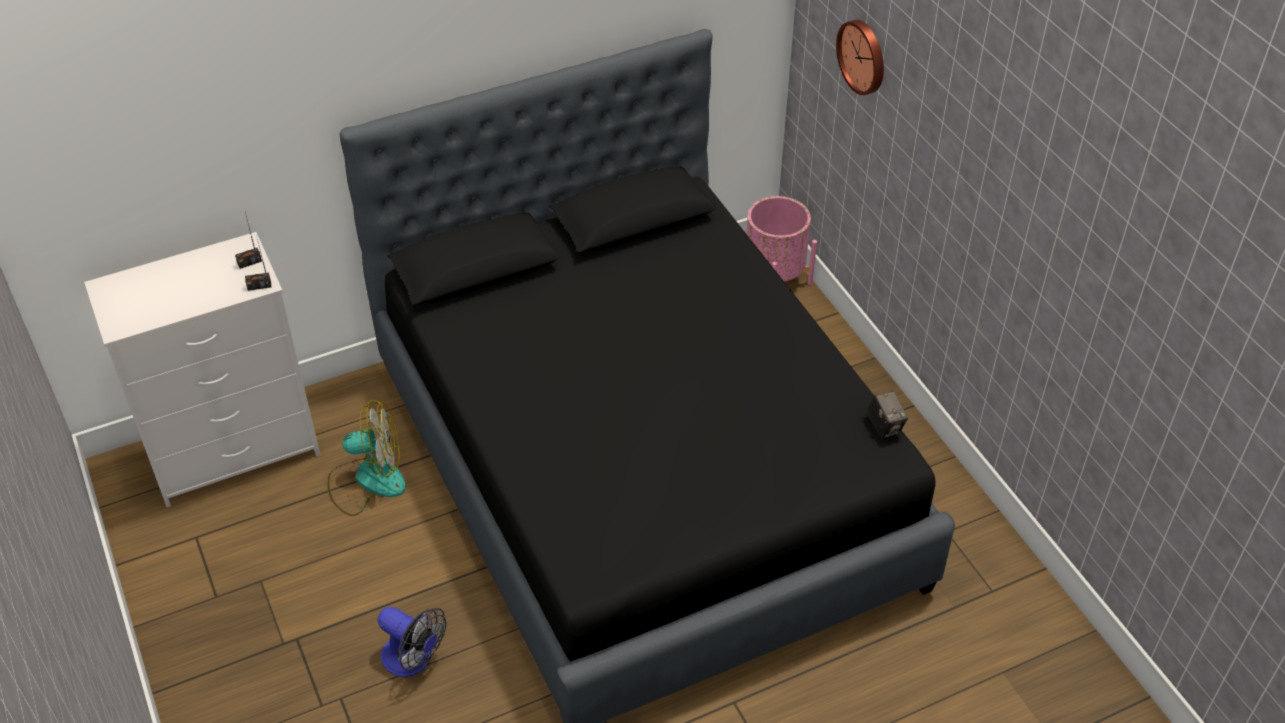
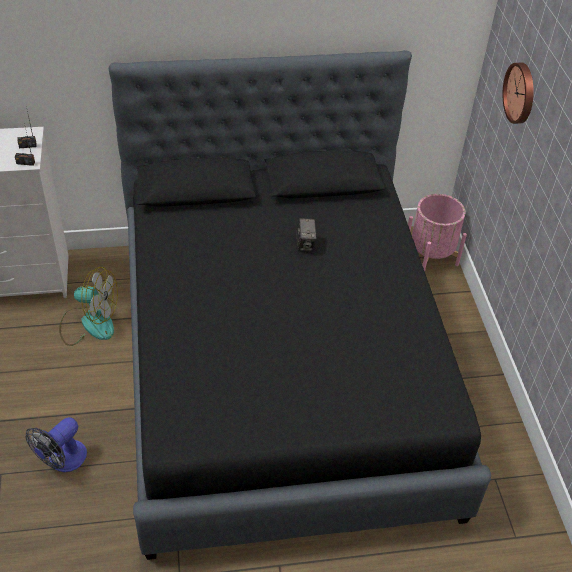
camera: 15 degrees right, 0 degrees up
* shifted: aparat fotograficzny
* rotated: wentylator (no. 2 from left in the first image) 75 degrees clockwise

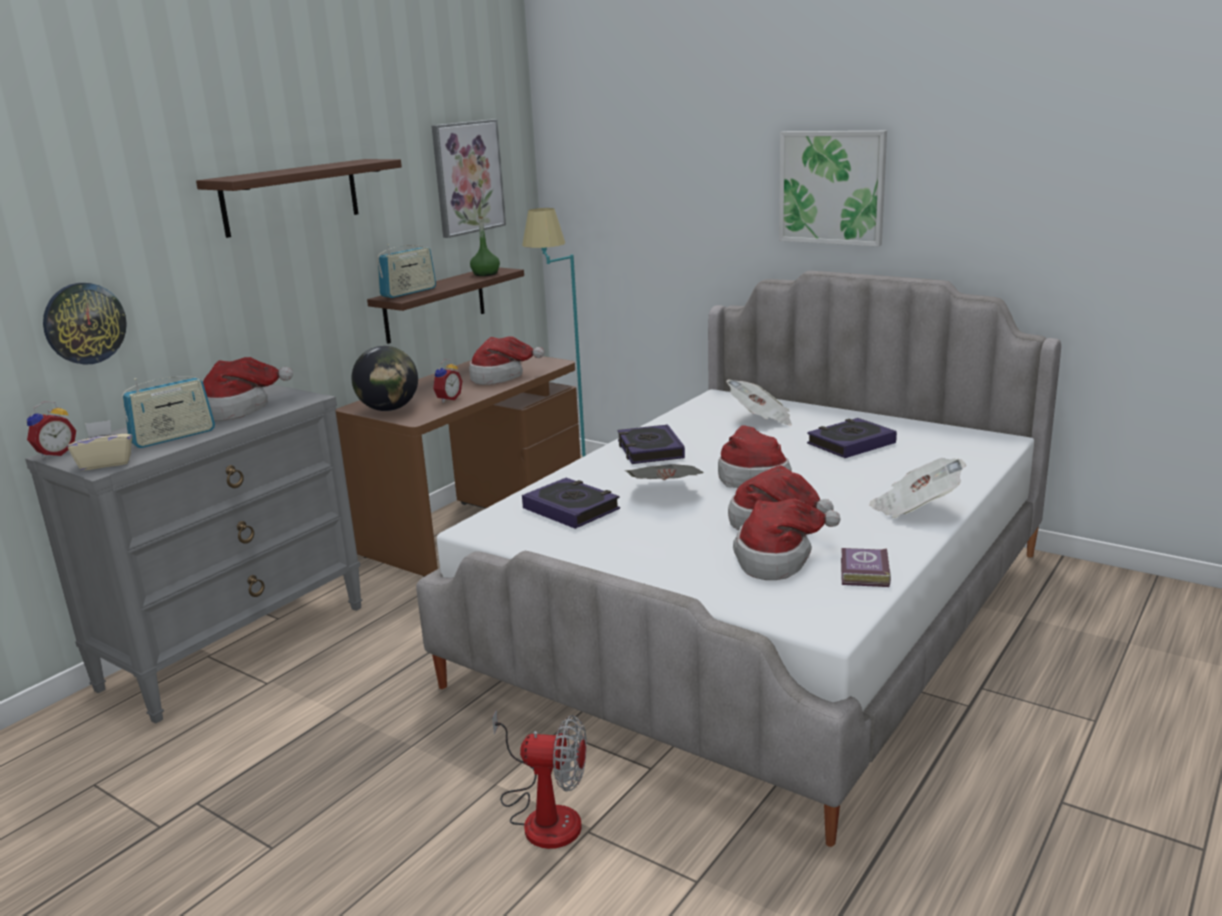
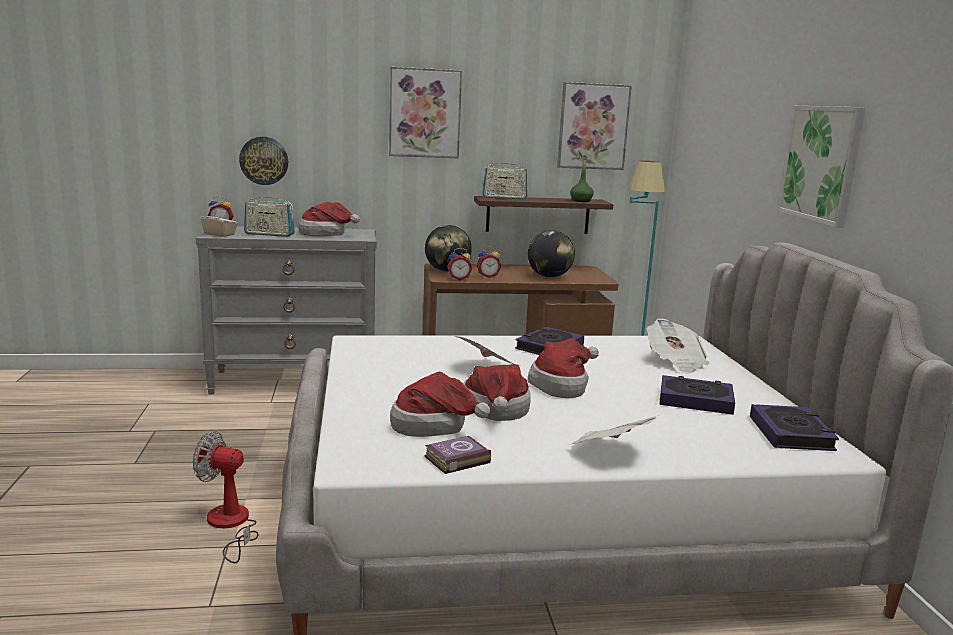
camera: 45 degrees right, 5 degrees down
* swapped: półka (no. 1 from left) to obraz (no. 1 from left)
* swapped: kapelusz (no. 2 from left) to globus (no. 2 from left)
* shifted: książka (no. 1 from left in the first image) to książka (no. 4 from left)
* rotated: wentylator 135 degrees clockwise
* new: budzik (no. 2 from left)

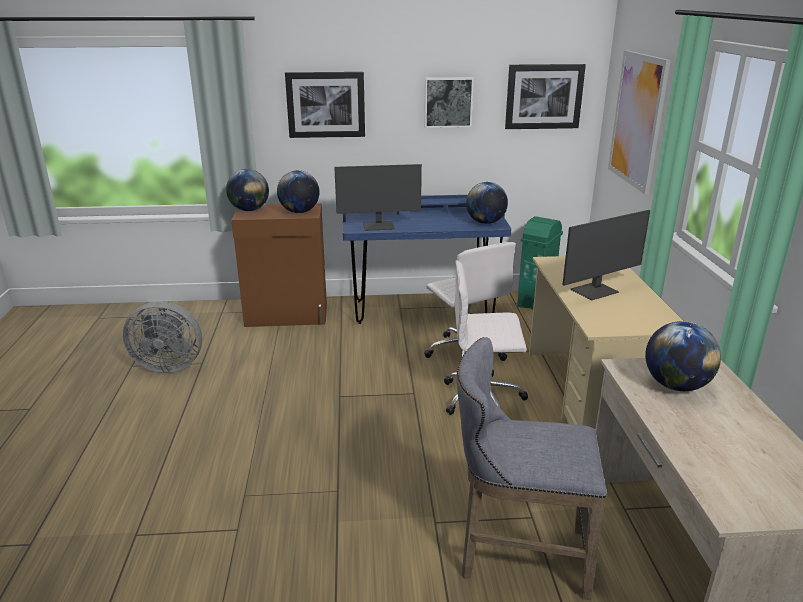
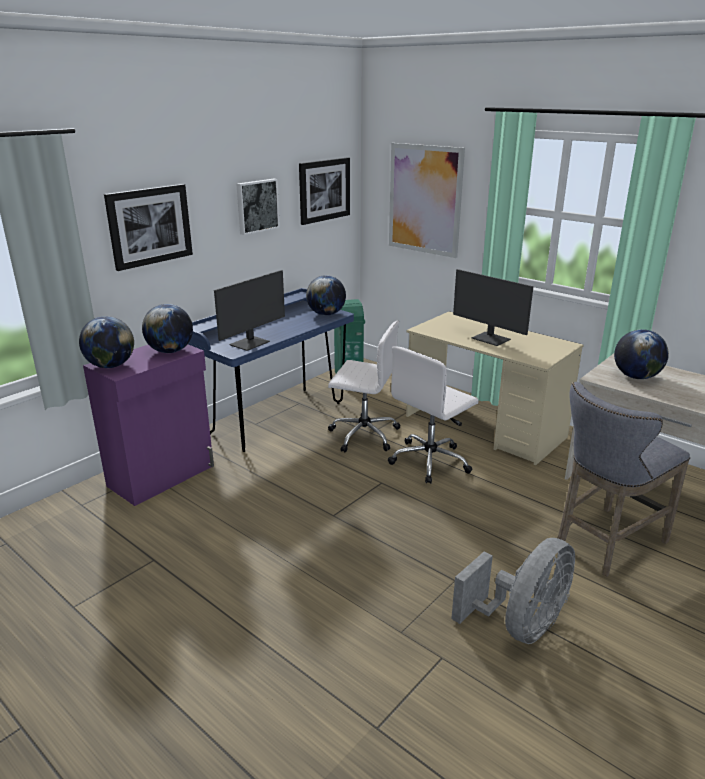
camera: 45 degrees left, 0 degrees up
* repainted: szafka/brązowy to szafka/fioletowy
* rotated: monitor (no. 2 from left) 120 degrees clockwise
* shifted: wentylator/szary

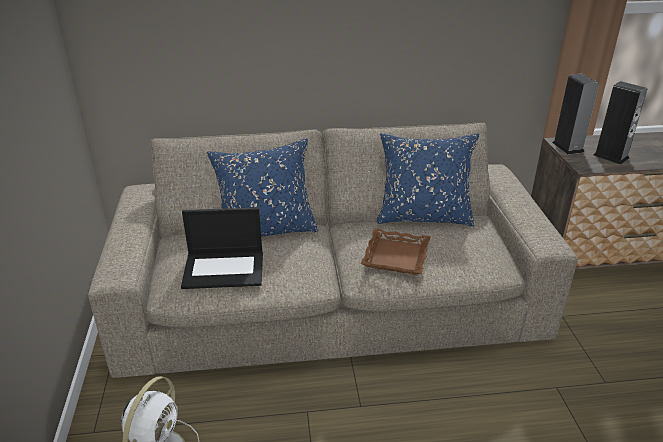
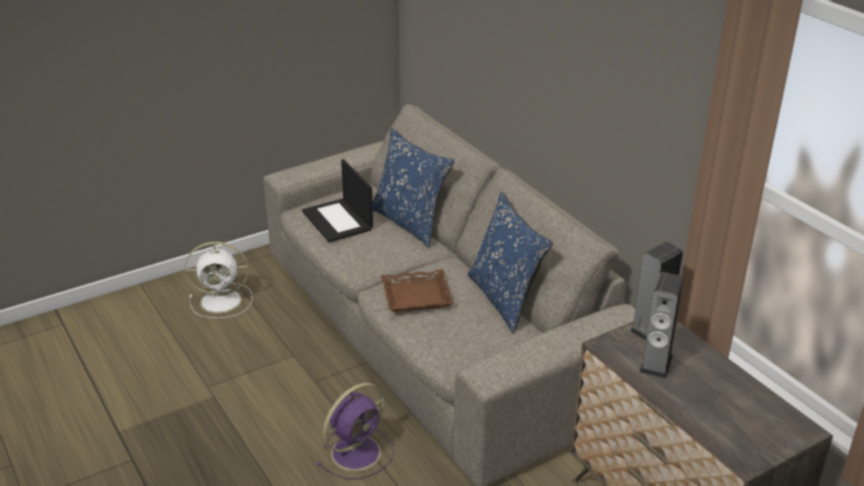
camera: 65 degrees right, 0 degrees up
* new: wentylator/fioletowy

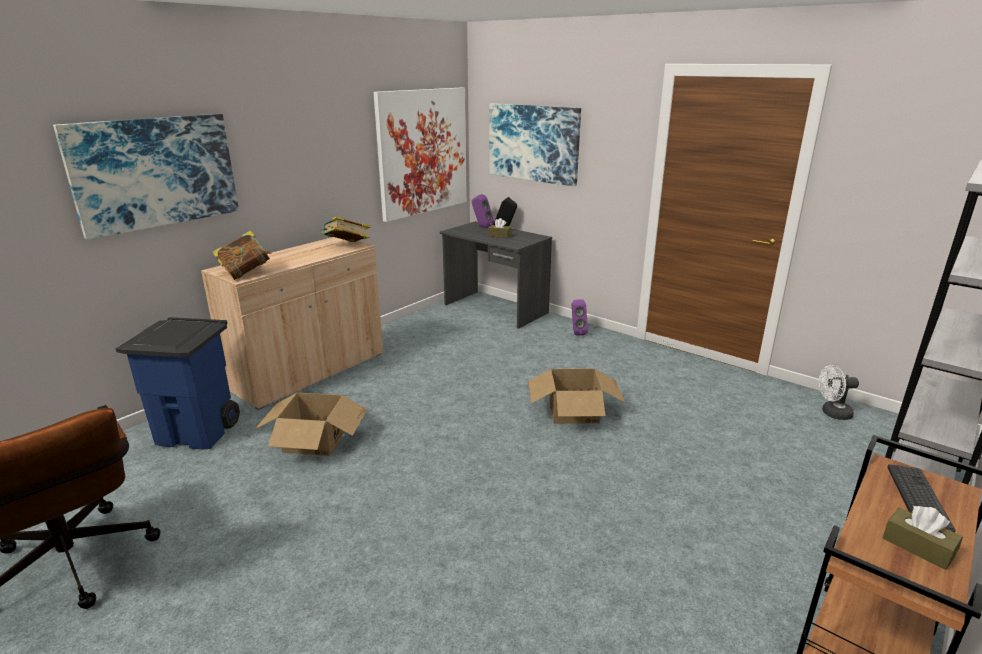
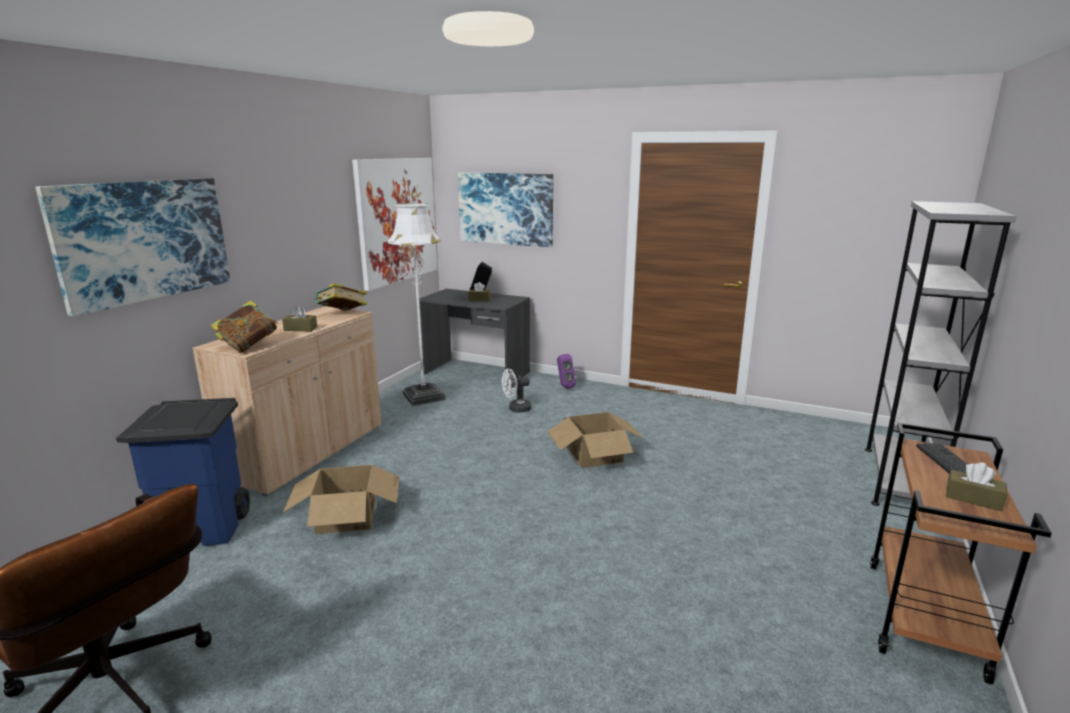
camera: 15 degrees left, 5 degrees down
* gone: głośnik/fioletowy (no. 1 from left)
* shifted: wentylator/biały
* new: lampa stojąca/biały
* new: pudełko chusteczek/brązowy (no. 1 from left)

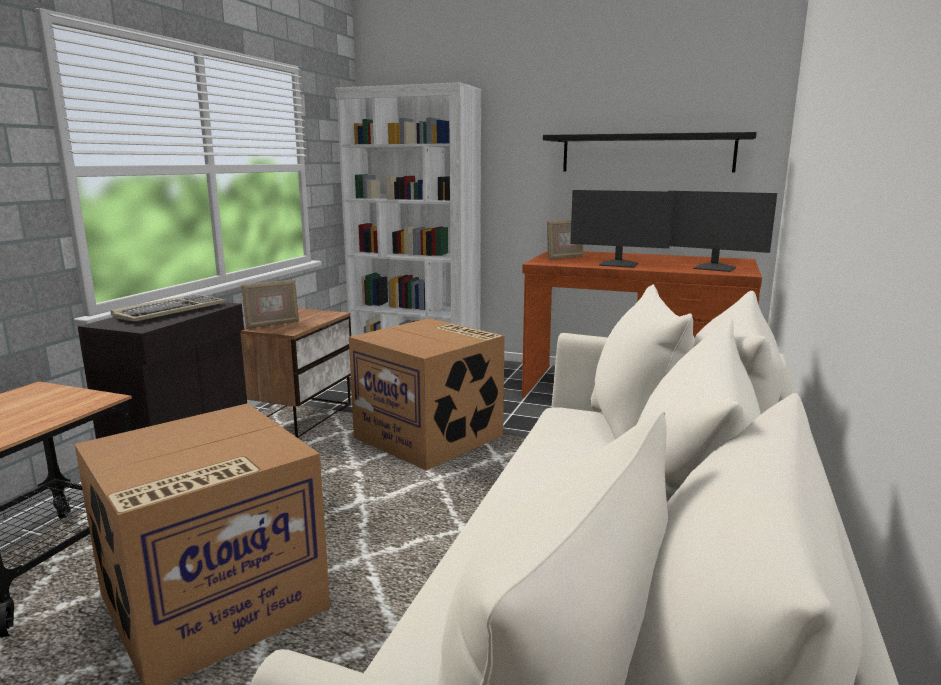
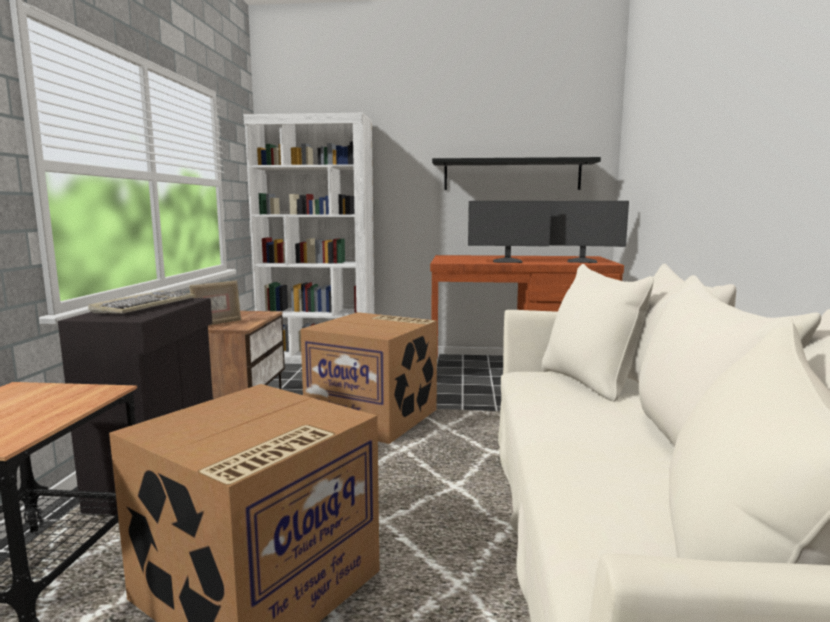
camera: 15 degrees left, 5 degrees down
* gone: ramka na zdjęcie (no. 2 from left)

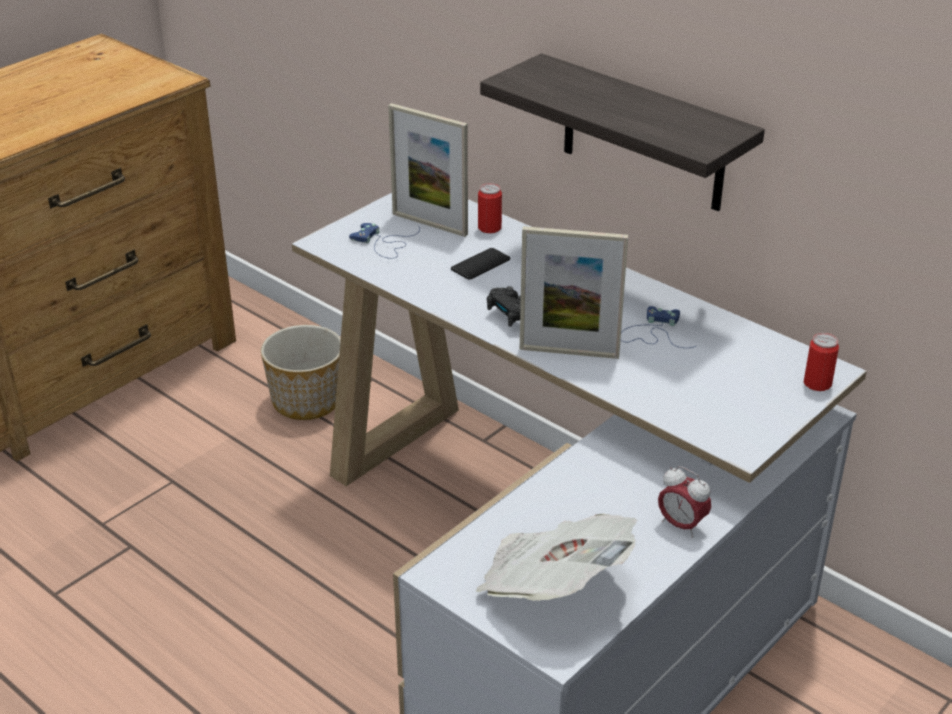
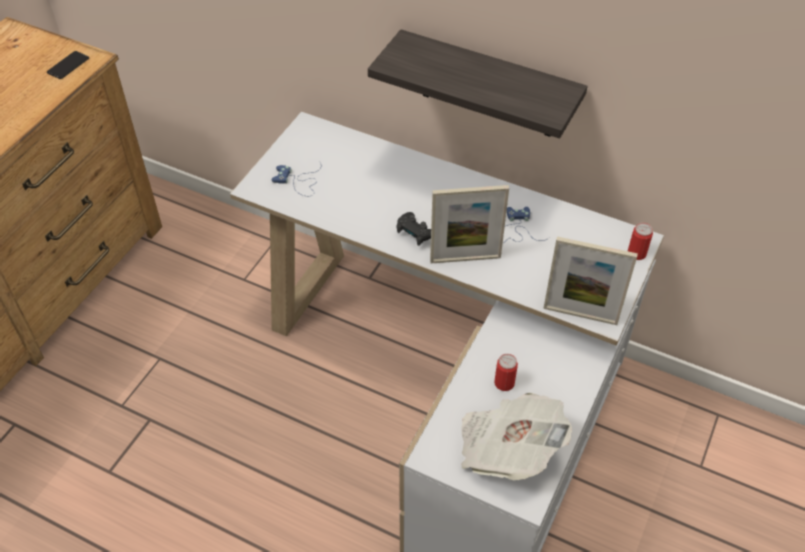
camera: 15 degrees left, 15 degrees up
* shifted: ramka na zdjęcie (no. 1 from left in the first image) to ramka na zdjęcie (no. 2 from left)
* shifted: puszka (no. 1 from left)
* shifted: telefon
* gone: donica
* gone: budzik

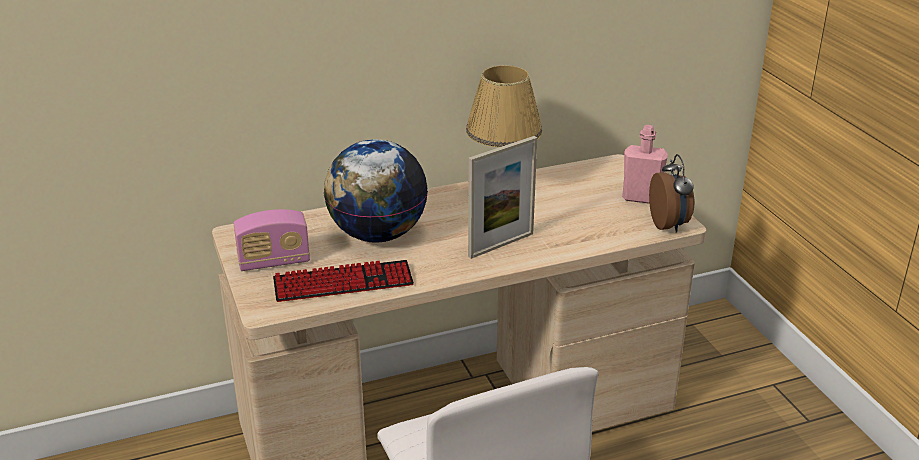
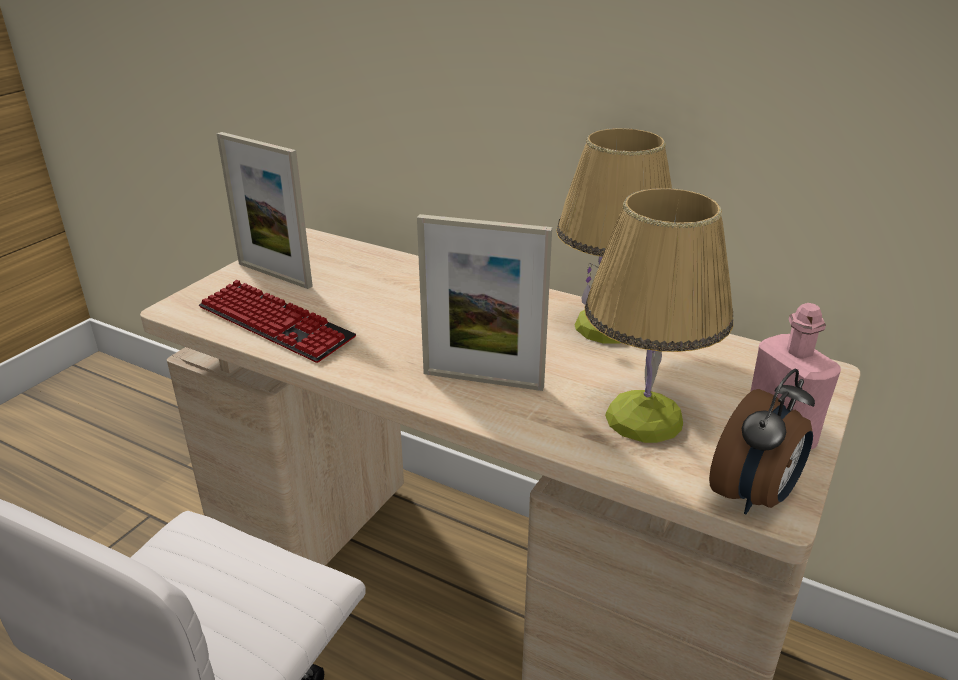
camera: 50 degrees right, 0 degrees up
* gone: globus
* swapped: radio to ramka na zdjęcie (no. 1 from left)
* new: lampa stołowa (no. 2 from left)

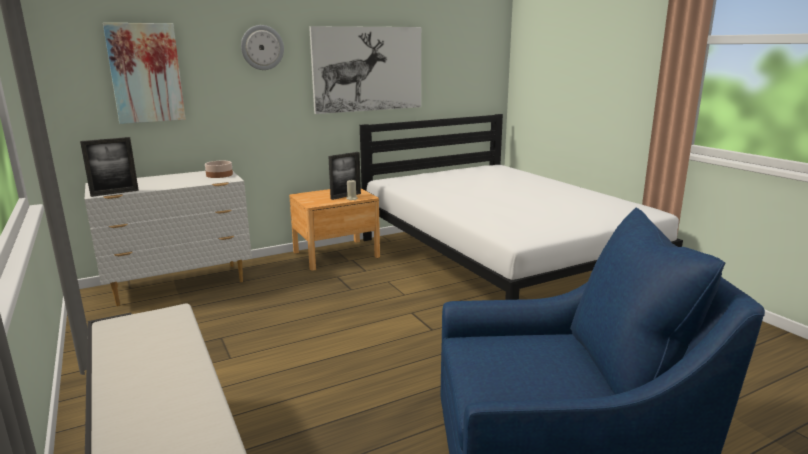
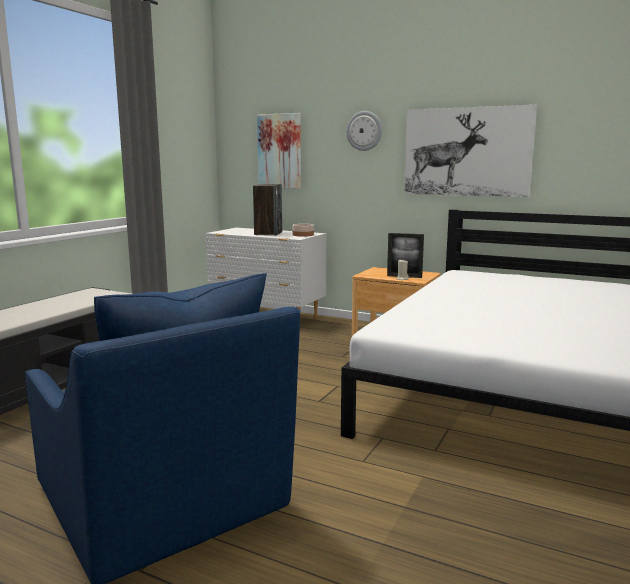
camera: 55 degrees right, 5 degrees down
* gone: ramka na zdjęcie (no. 1 from left)
* new: głośnik

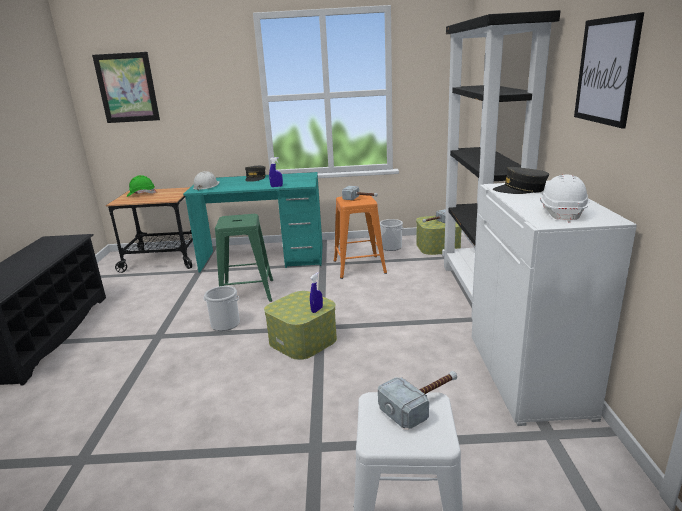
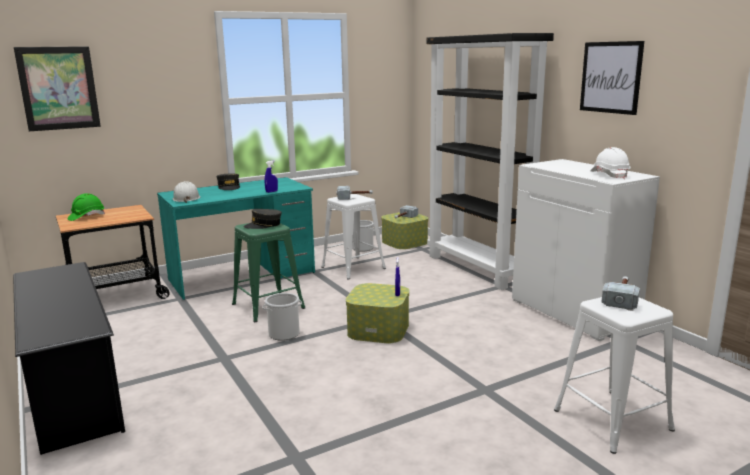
camera: 30 degrees left, 5 degrees down
* shifted: czapka z daszkiem/szary (no. 2 from left)
* repainted: stołek/pomarańczowy to stołek/biały (no. 1 from left)

